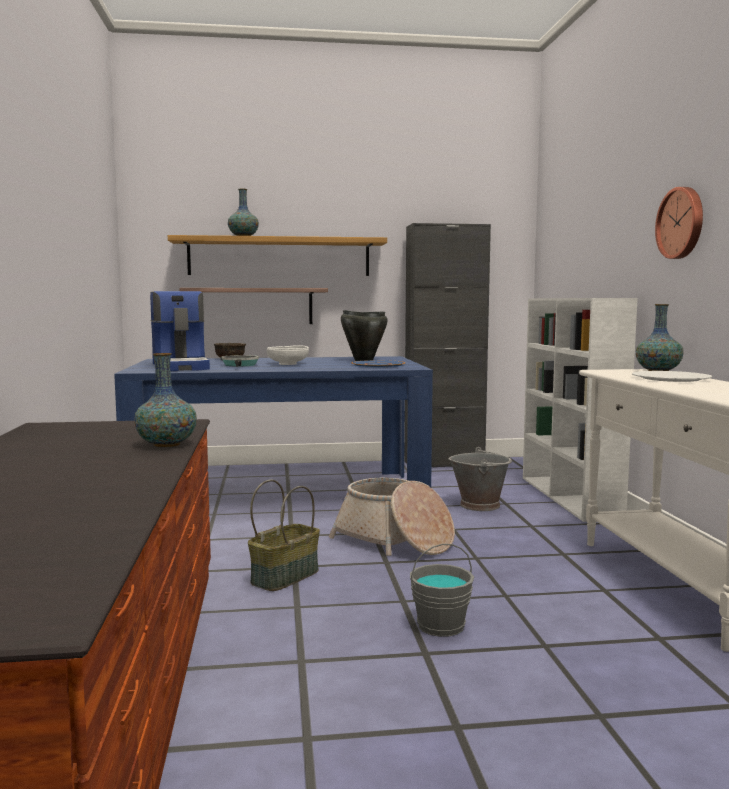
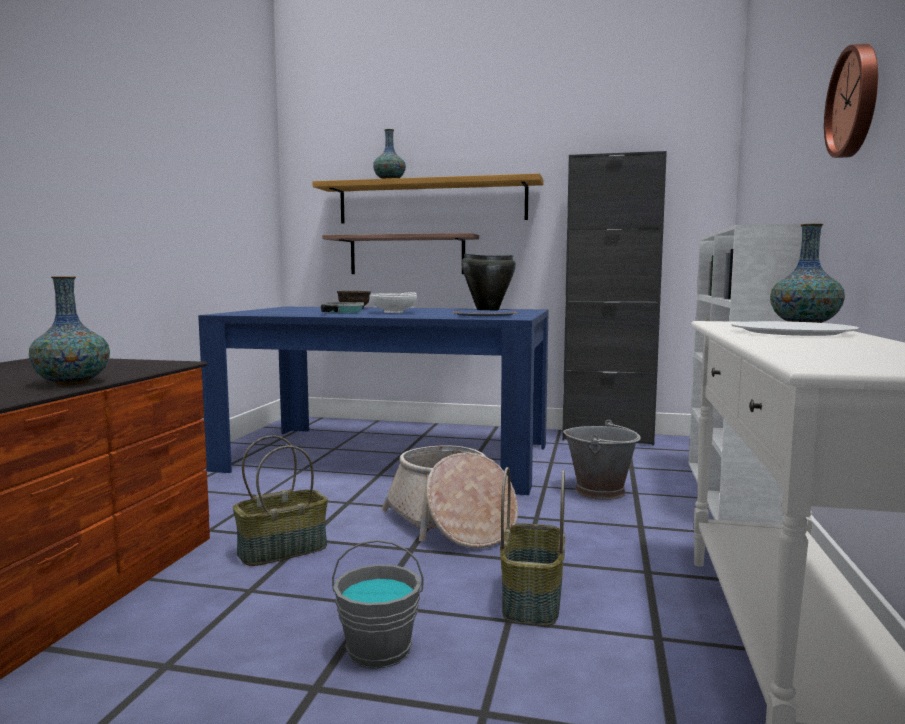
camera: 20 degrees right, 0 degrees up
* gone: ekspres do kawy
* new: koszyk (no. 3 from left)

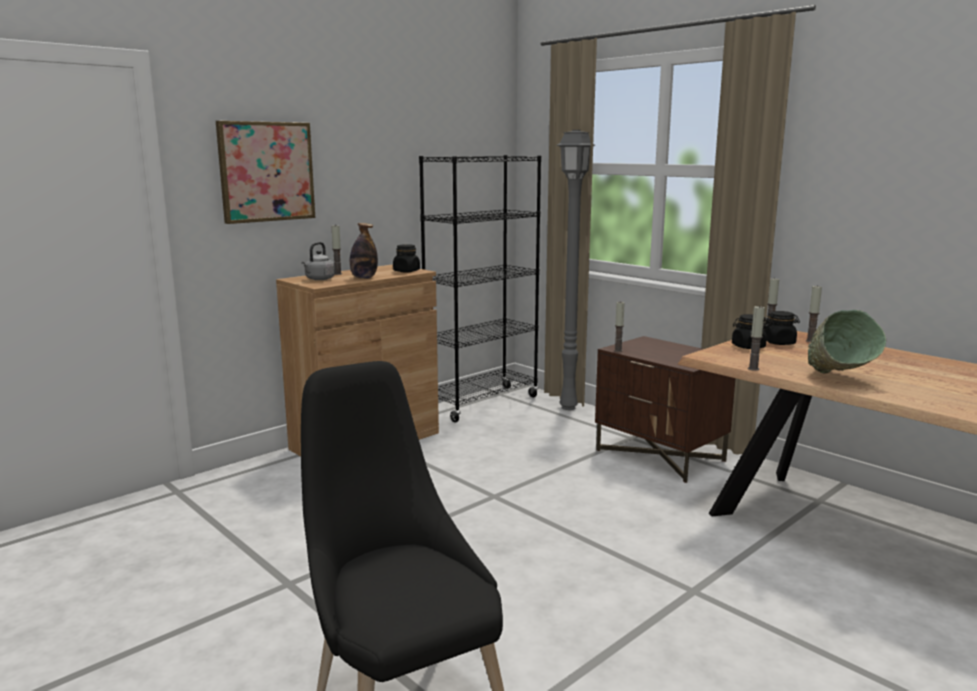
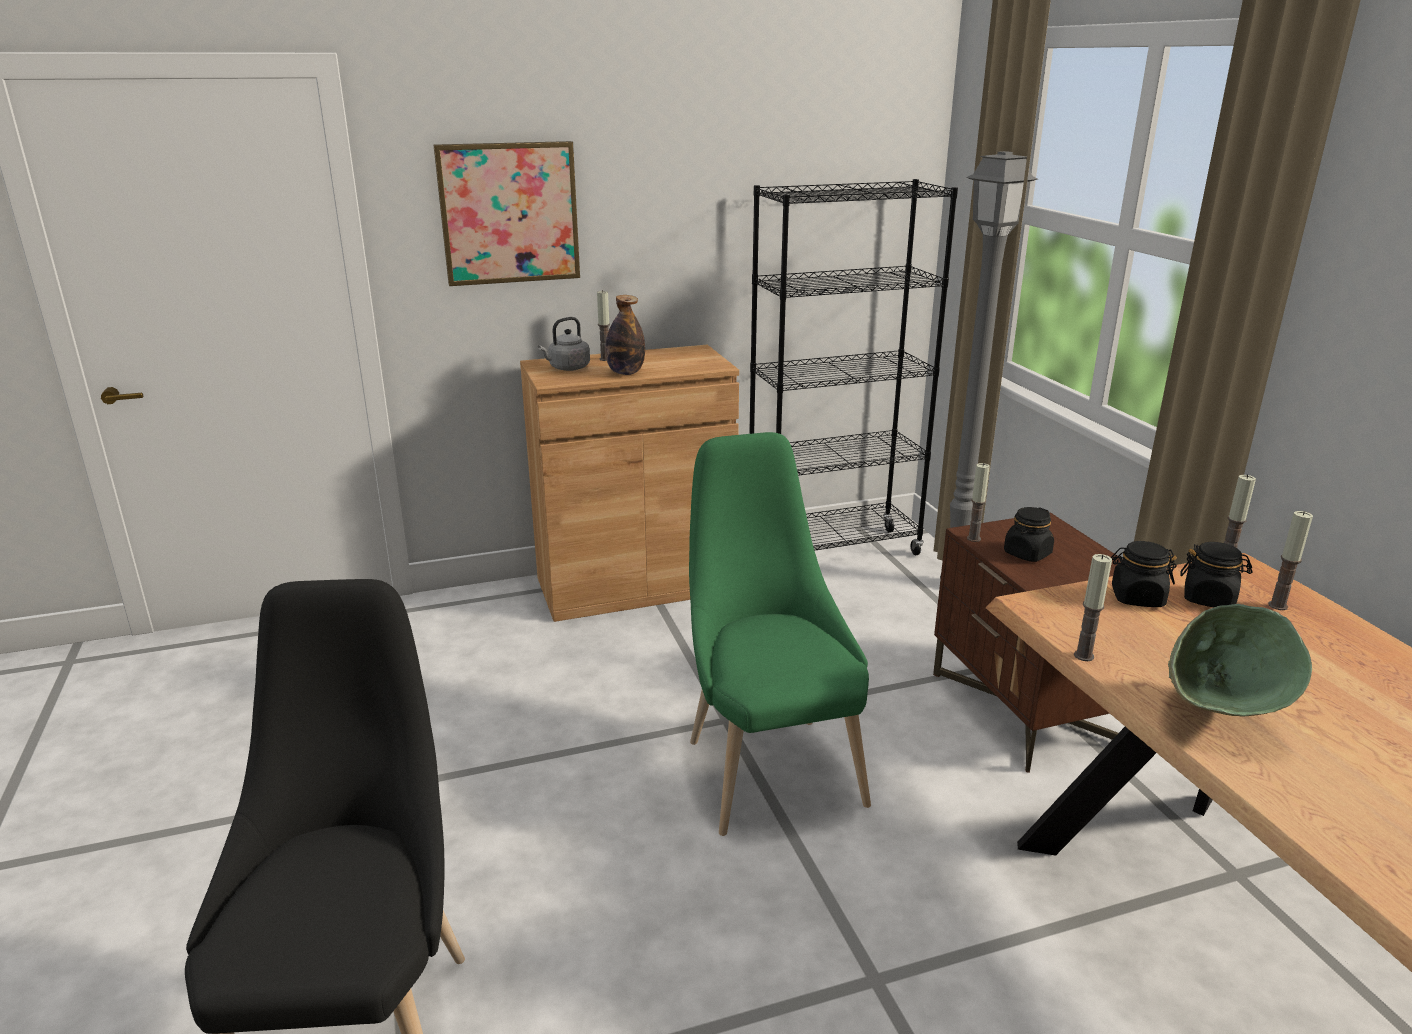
camera: 25 degrees right, 10 degrees up
* shifted: słoik/czarny (no. 1 from left)
* new: krzesło/zielony

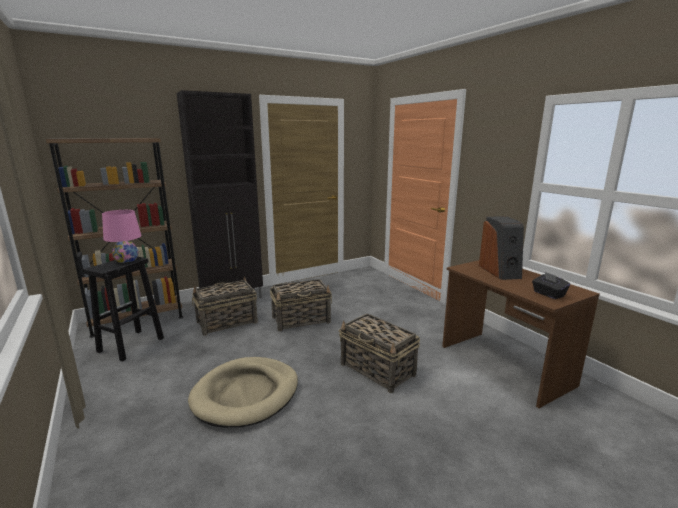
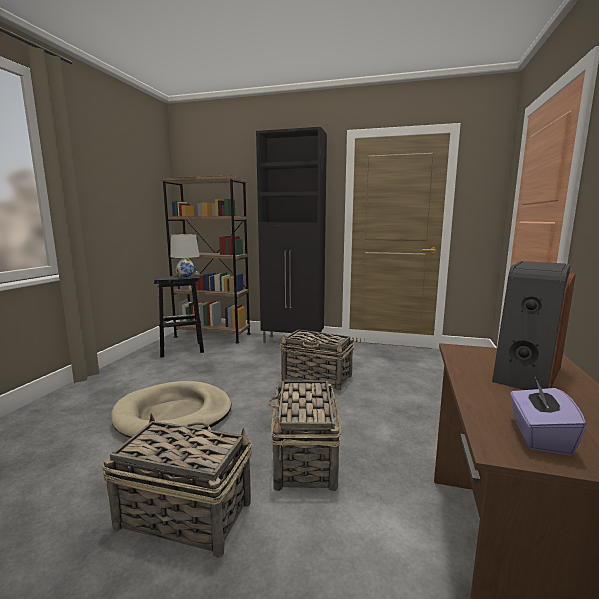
camera: 45 degrees right, 5 degrees down
* repainted: lampa stołowa/różowy to lampa stołowa/biały
* repainted: pudełko chusteczek/czarny to pudełko chusteczek/fioletowy
* shifted: koszyk (no. 1 from left)

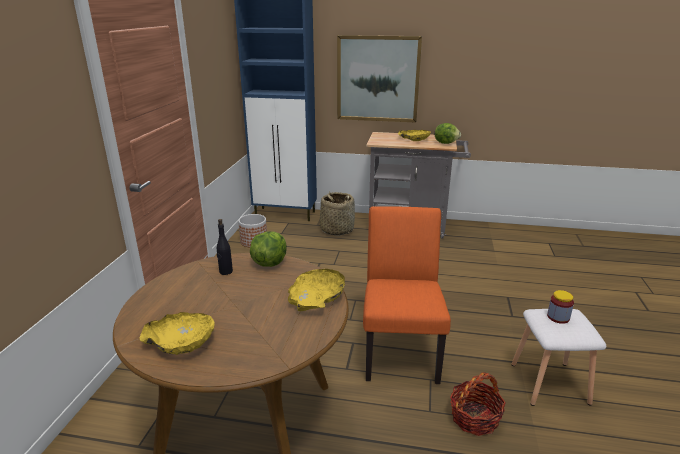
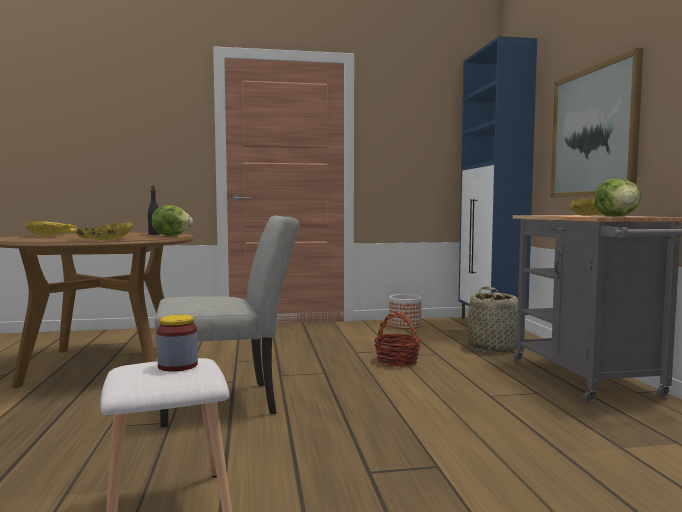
camera: 70 degrees right, 20 degrees down
* repainted: krzesło/pomarańczowy to krzesło/szary
* shifted: koszyk (no. 2 from left in the first image) to koszyk (no. 1 from left)

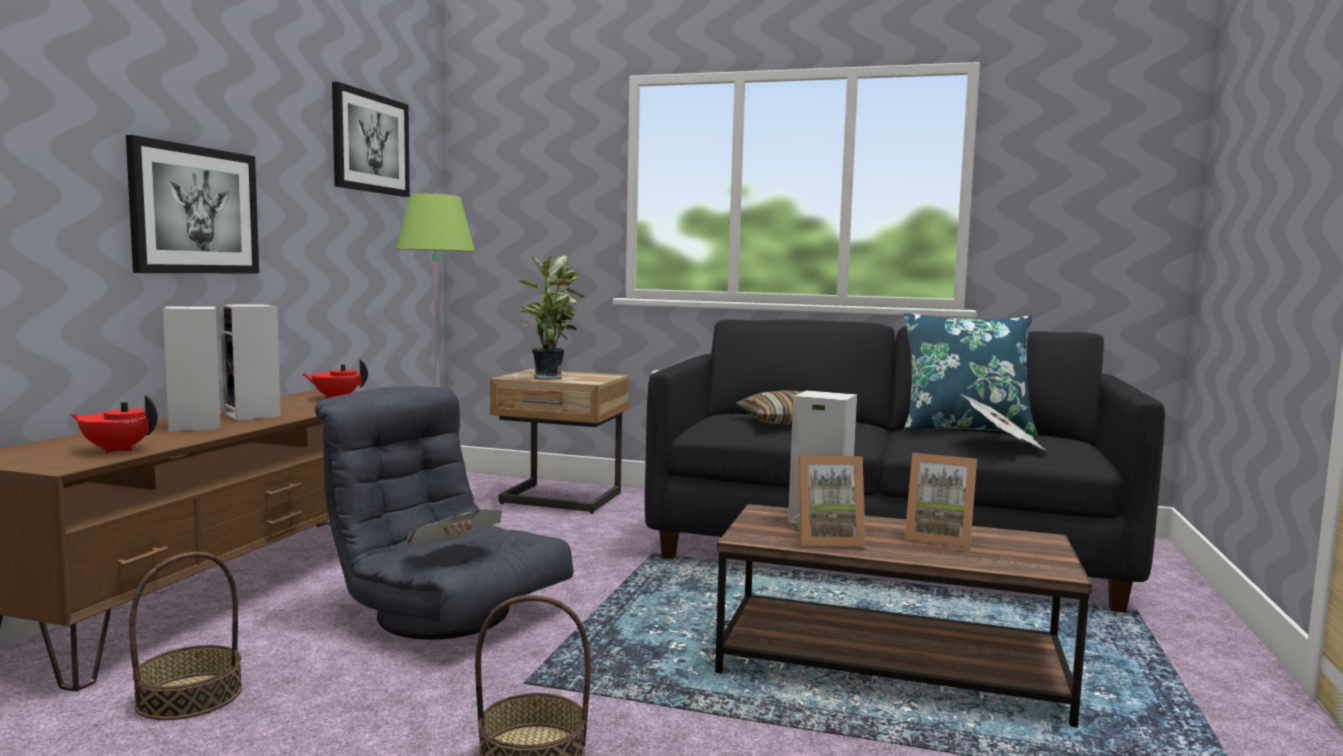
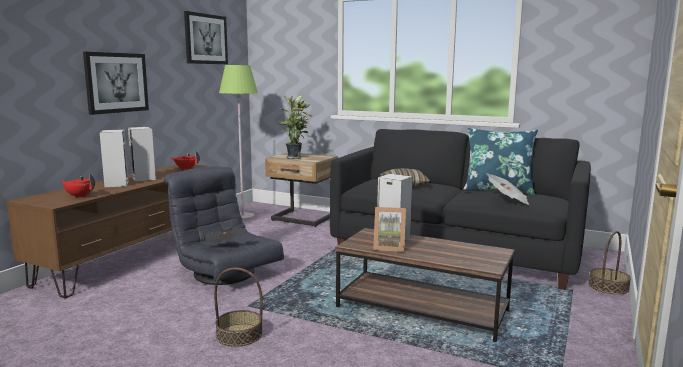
camera: 10 degrees right, 5 degrees up
* gone: ramka na zdjęcie (no. 2 from left)
* shifted: koszyk (no. 1 from left in the first image) to koszyk (no. 2 from left)

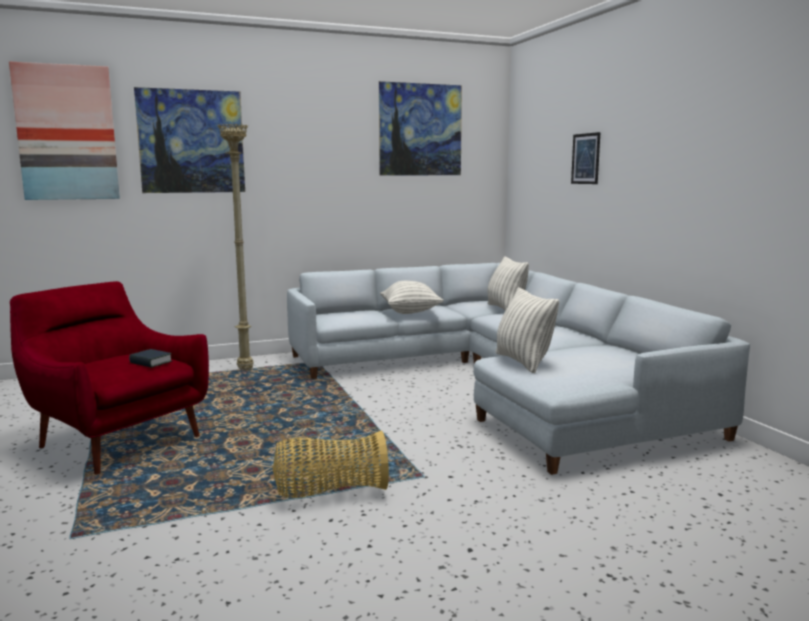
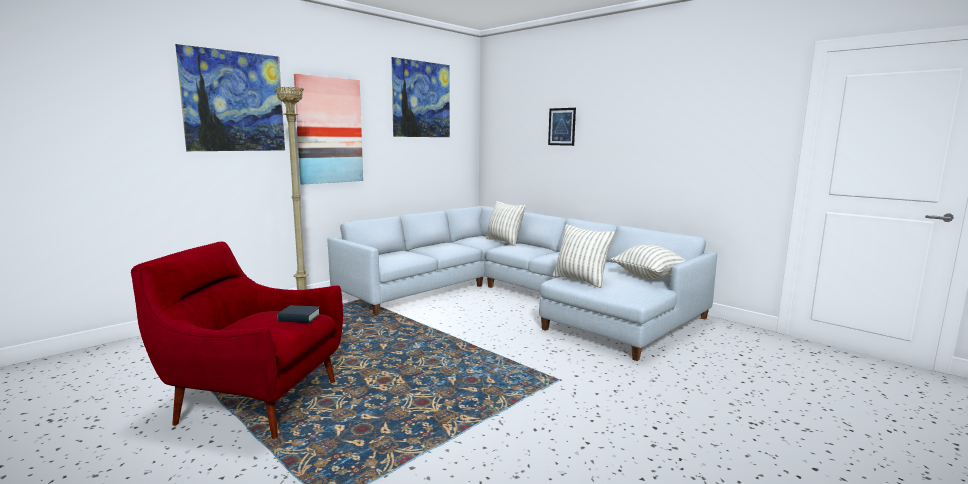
camera: 25 degrees left, 0 degrees up
* shifted: obraz (no. 1 from left in the first image) to obraz (no. 2 from left)
* shifted: poduszka (no. 1 from left in the first image) to poduszka (no. 3 from left)
* gone: koszyk

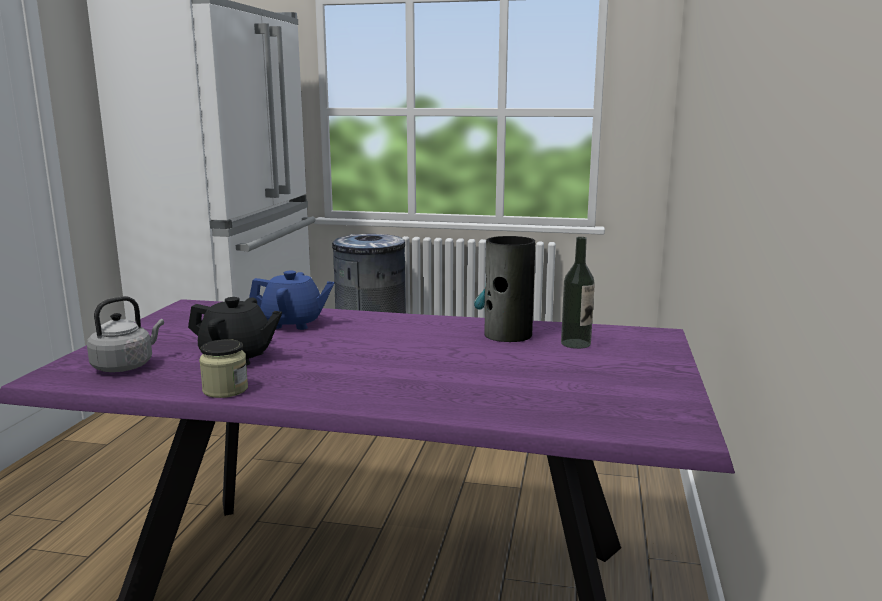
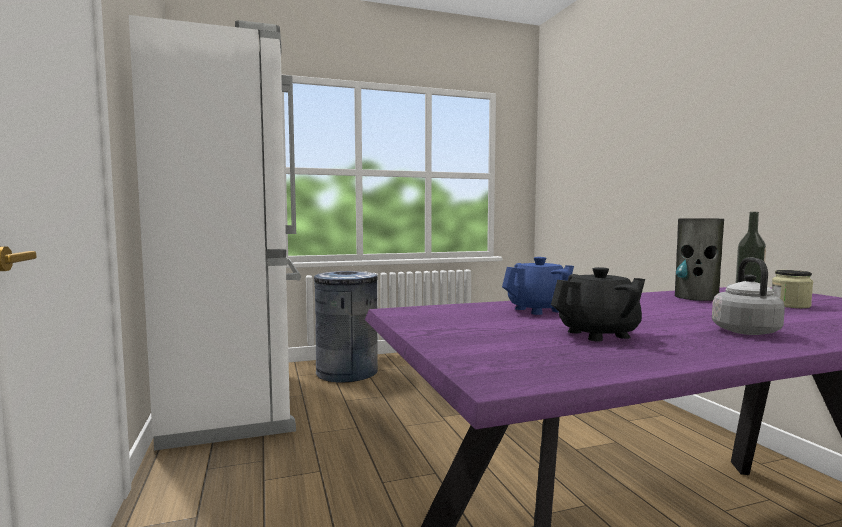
camera: 30 degrees left, 10 degrees down
* shifted: czajnik/szary
* shifted: słoik

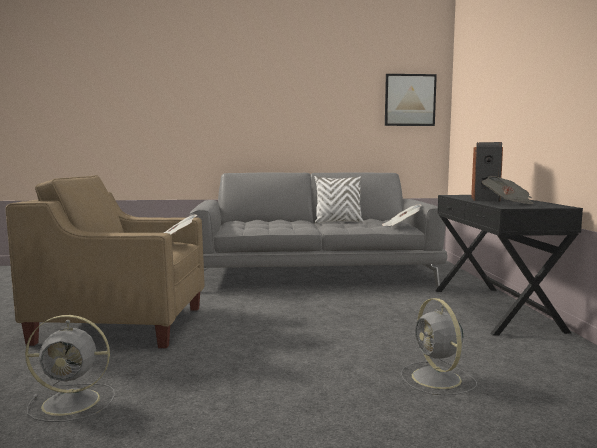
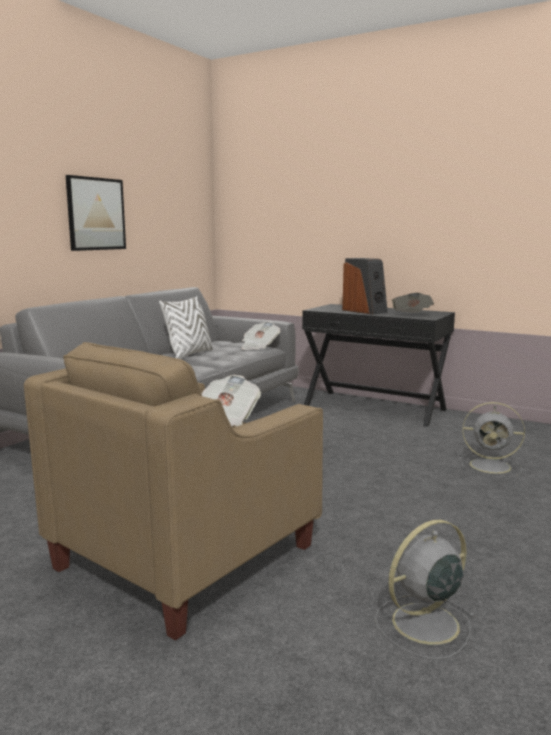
camera: 55 degrees left, 5 degrees up
* shifted: obraz
* rotated: wentylator/szary (no. 1 from left) 150 degrees counterclockwise

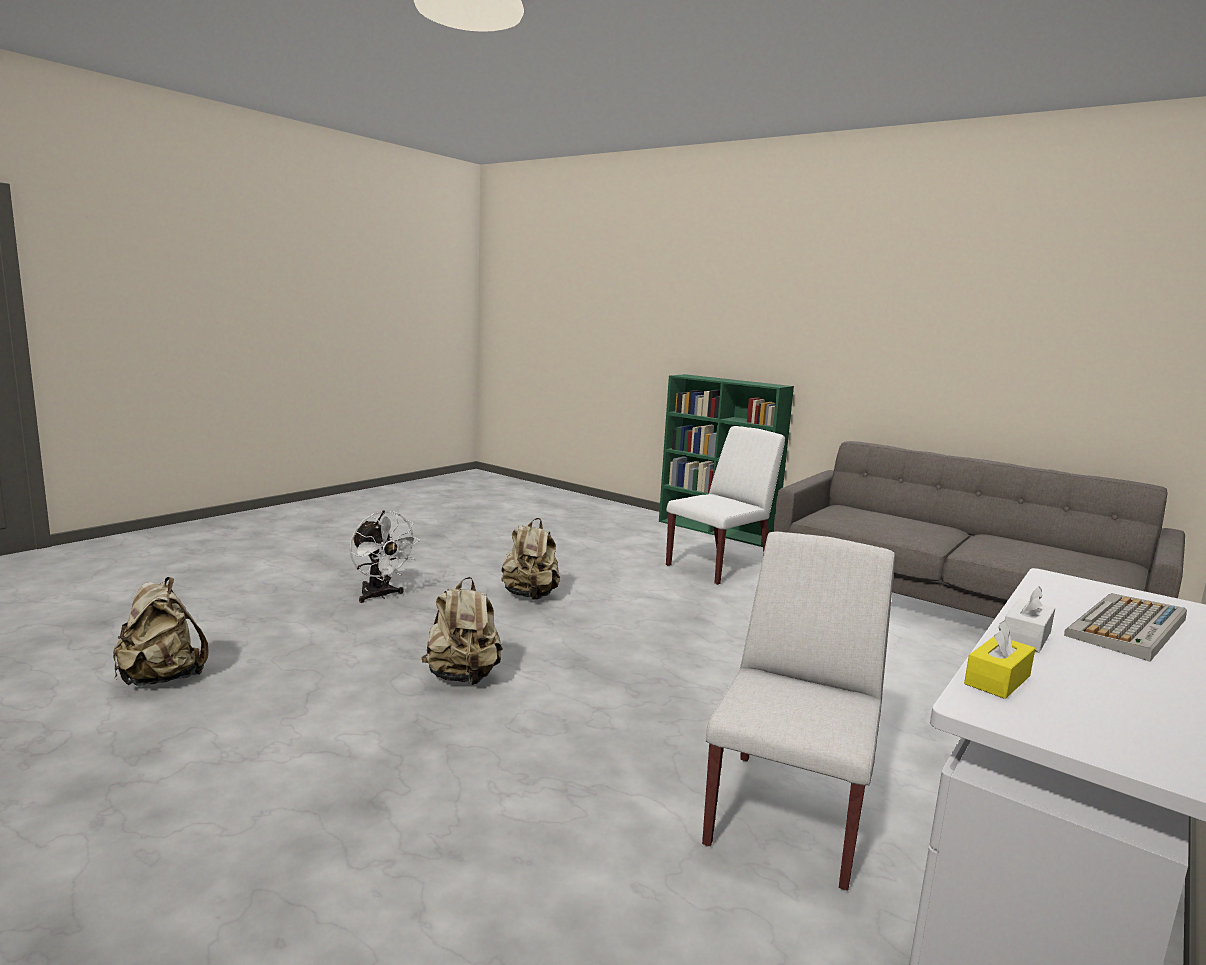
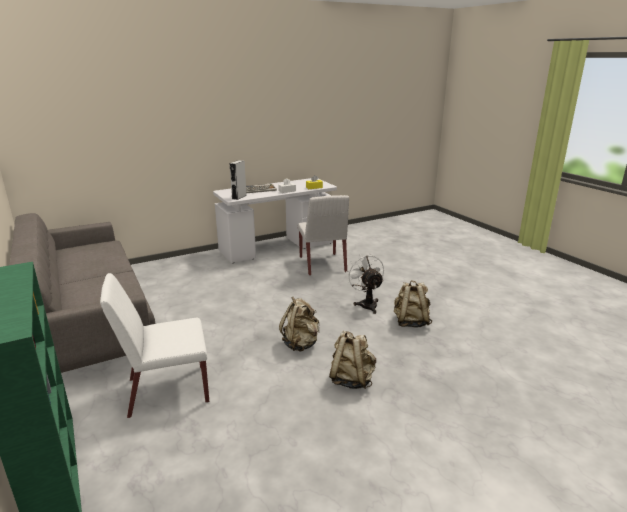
camera: 155 degrees left, 10 degrees up
* shifted: wentylator/biały
* rotated: krzesło/biały (no. 2 from left) 60 degrees counterclockwise
* shifted: plecak/beżowy (no. 1 from left)
* new: głośnik/szary

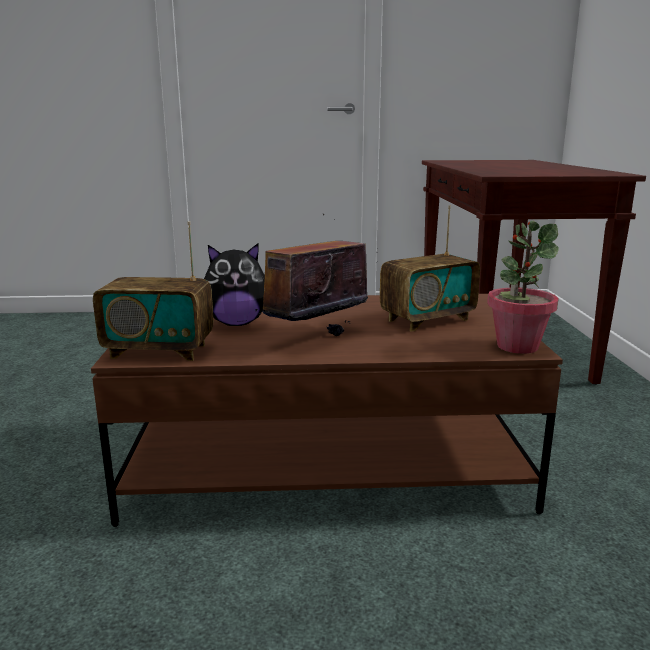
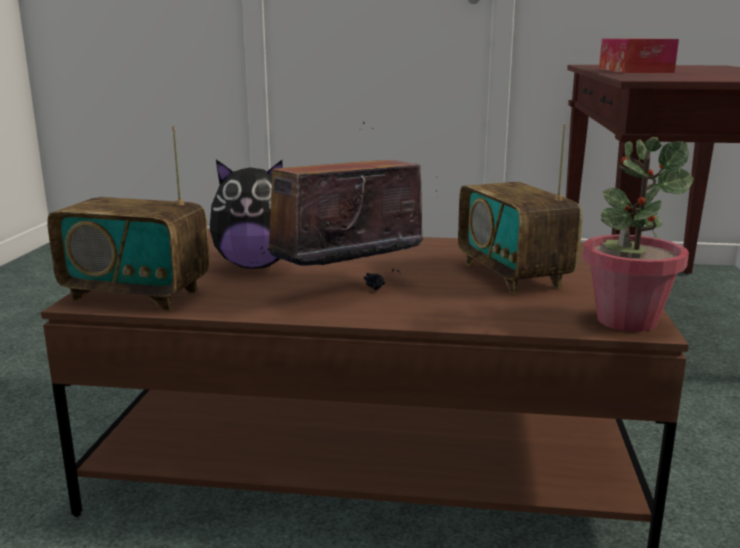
camera: 10 degrees right, 0 degrees up
* rotated: radio (no. 3 from left) 90 degrees clockwise
* new: pudełko chusteczek

